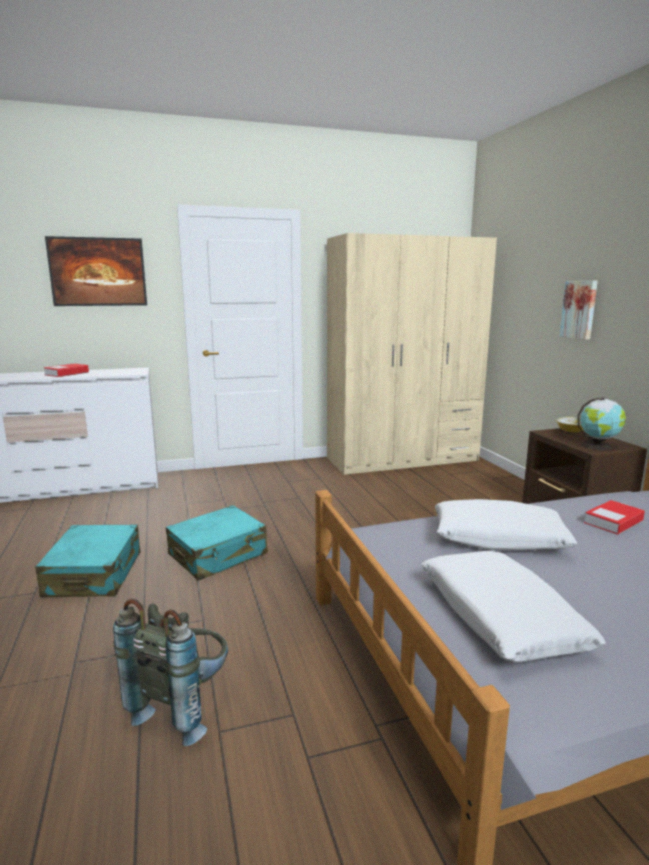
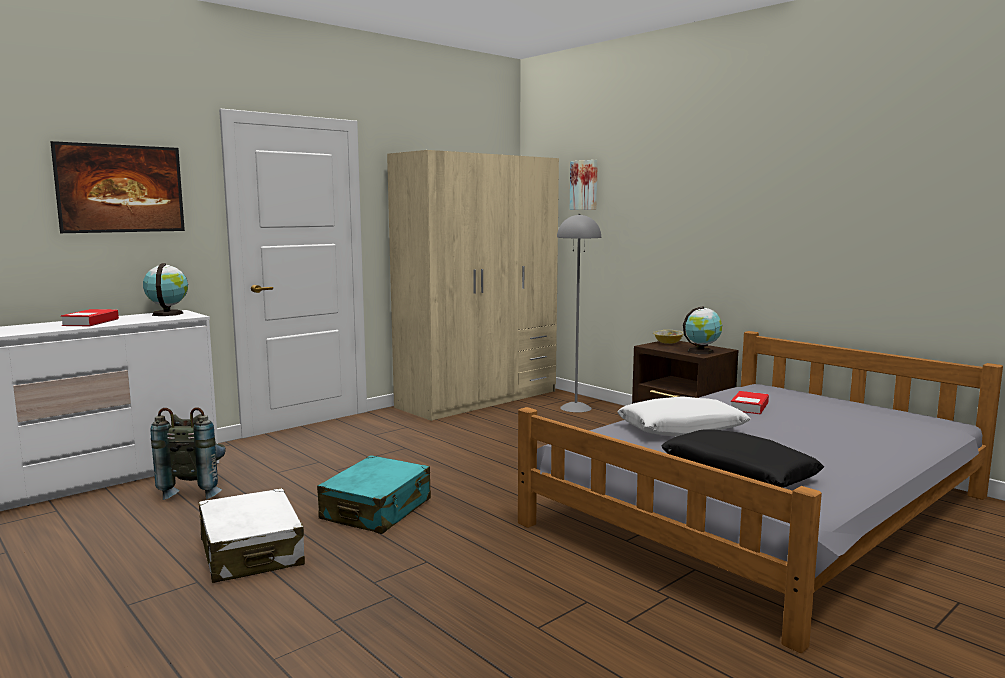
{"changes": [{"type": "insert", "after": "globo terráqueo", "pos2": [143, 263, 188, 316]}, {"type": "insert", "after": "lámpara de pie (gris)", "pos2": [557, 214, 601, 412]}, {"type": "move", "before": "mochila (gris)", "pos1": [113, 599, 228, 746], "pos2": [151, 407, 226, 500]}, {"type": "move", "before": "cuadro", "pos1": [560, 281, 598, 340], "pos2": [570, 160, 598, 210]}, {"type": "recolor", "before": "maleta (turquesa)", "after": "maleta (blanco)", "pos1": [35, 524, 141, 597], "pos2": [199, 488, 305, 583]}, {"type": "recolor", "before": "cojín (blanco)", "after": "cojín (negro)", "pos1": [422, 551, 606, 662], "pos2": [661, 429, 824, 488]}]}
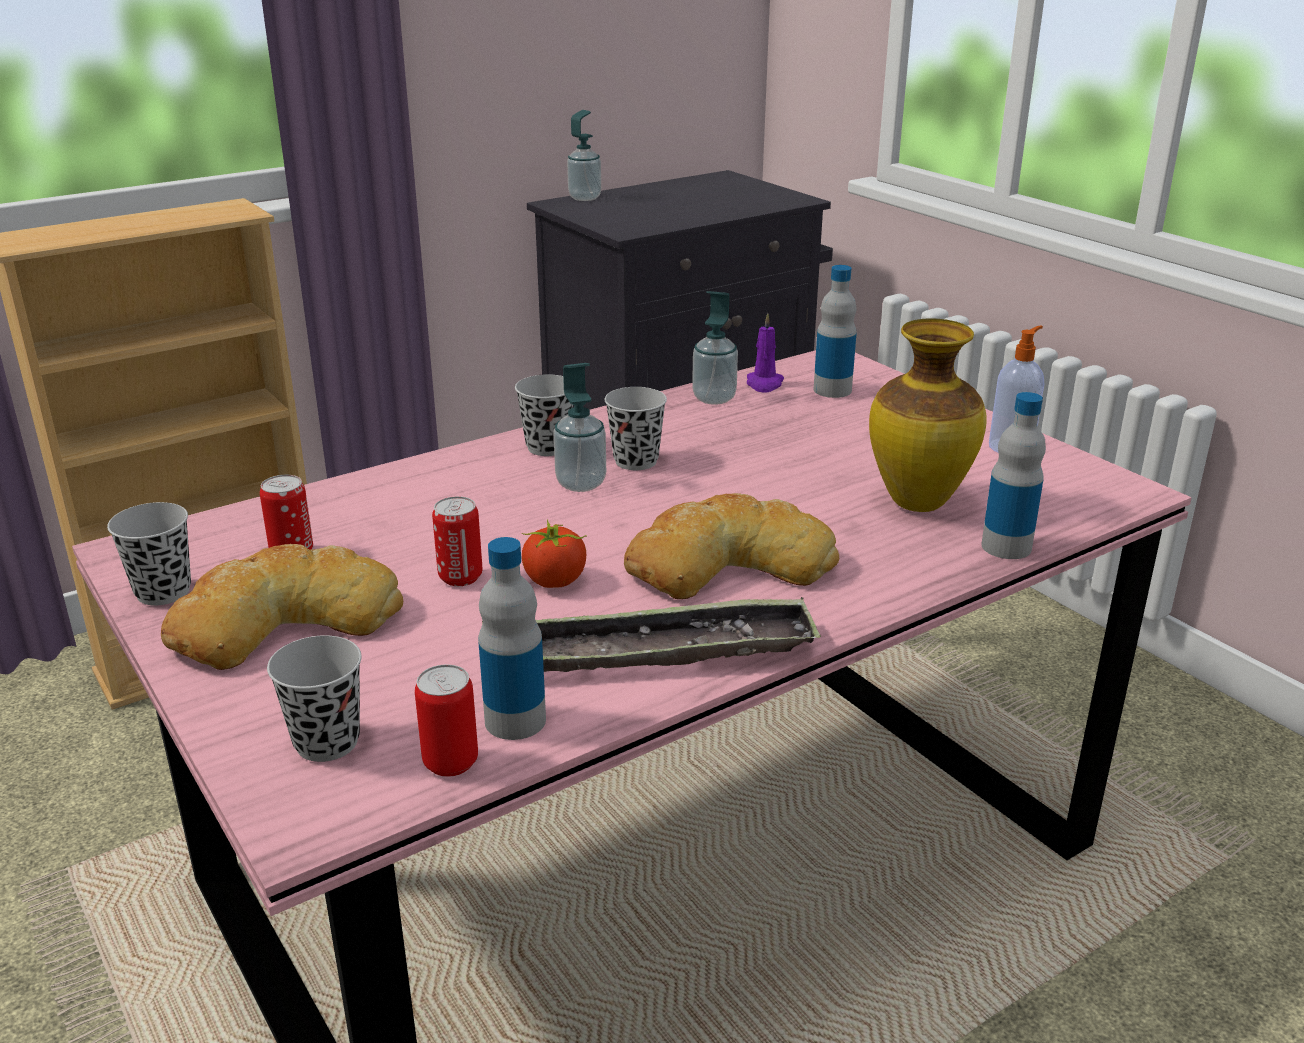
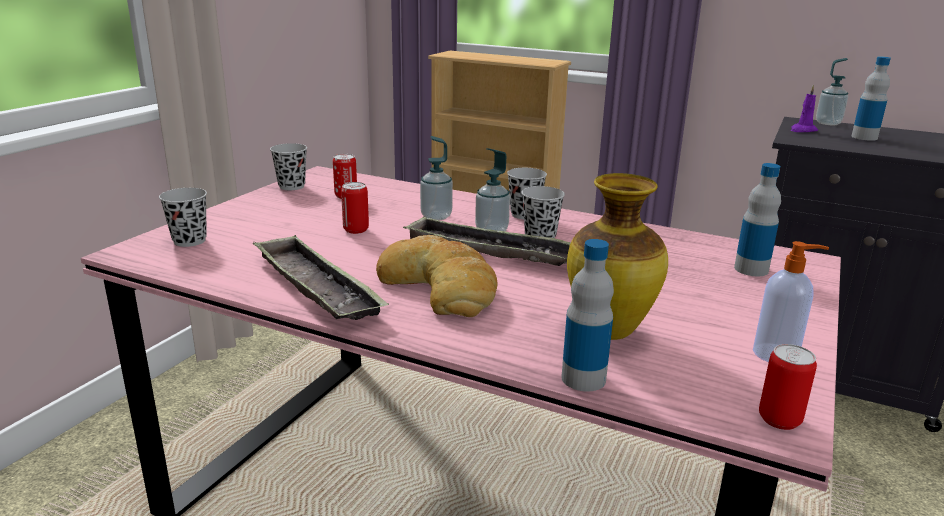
{"changes": [{"type": "delete", "before": "pan", "pos1": [161, 544, 403, 670]}, {"type": "delete", "before": "tomate", "pos1": [522, 519, 587, 588]}, {"type": "insert", "after": "bandeja", "pos2": [403, 216, 571, 266]}, {"type": "move", "before": "lata", "pos1": [415, 665, 478, 777], "pos2": [759, 344, 817, 430]}, {"type": "move", "before": "botella", "pos1": [478, 537, 546, 740], "pos2": [851, 57, 891, 141]}, {"type": "move", "before": "dispensador de jabón", "pos1": [692, 291, 738, 405], "pos2": [420, 136, 453, 220]}, {"type": "move", "before": "vela (morado)", "pos1": [747, 313, 784, 393], "pos2": [791, 85, 818, 132]}]}
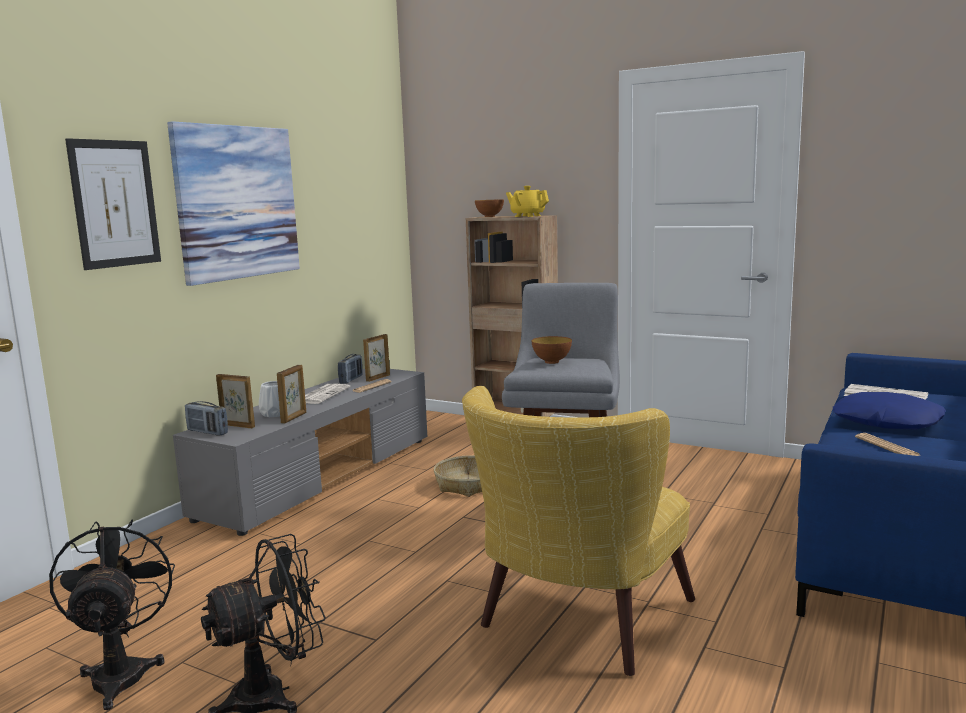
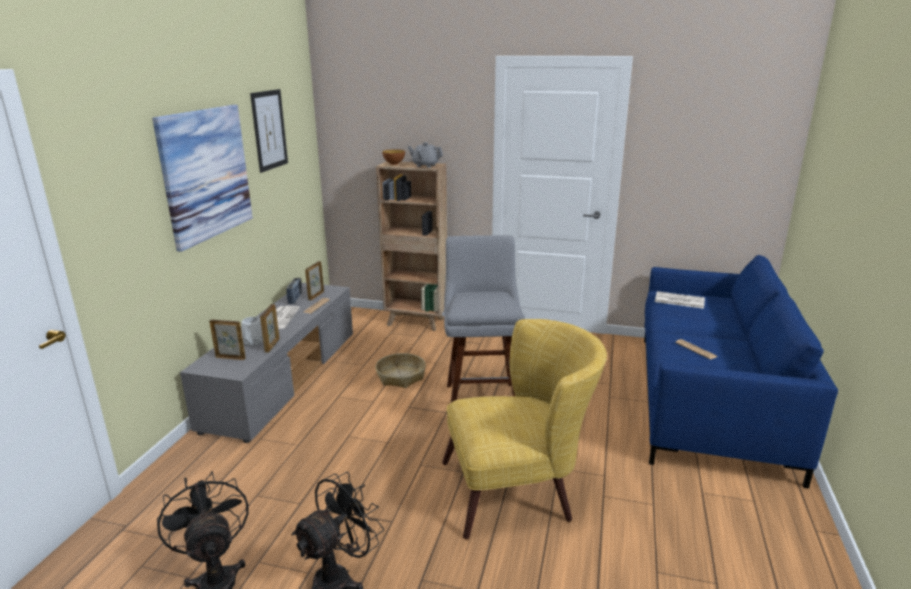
{"changes": [{"type": "delete", "before": "radio", "pos1": [185, 401, 228, 435]}, {"type": "delete", "before": "cuenco", "pos1": [532, 336, 572, 364]}, {"type": "delete", "before": "cojín (azul)", "pos1": [833, 392, 946, 430]}, {"type": "move", "before": "cuadro", "pos1": [65, 138, 161, 270], "pos2": [250, 89, 288, 173]}, {"type": "recolor", "before": "tetera (amarillo)", "after": "tetera (gris)", "pos1": [506, 186, 549, 217], "pos2": [408, 142, 443, 168]}, {"type": "rotate", "before": "sillón (amarillo)", "pos1": [462, 386, 695, 676], "pos2": [442, 319, 607, 539], "turn": -120}]}
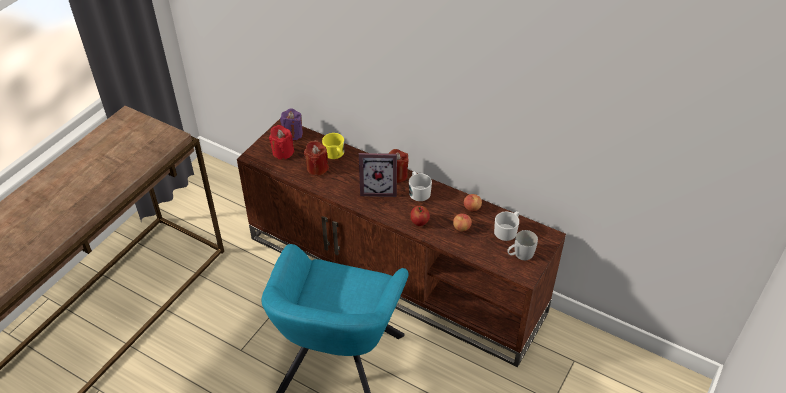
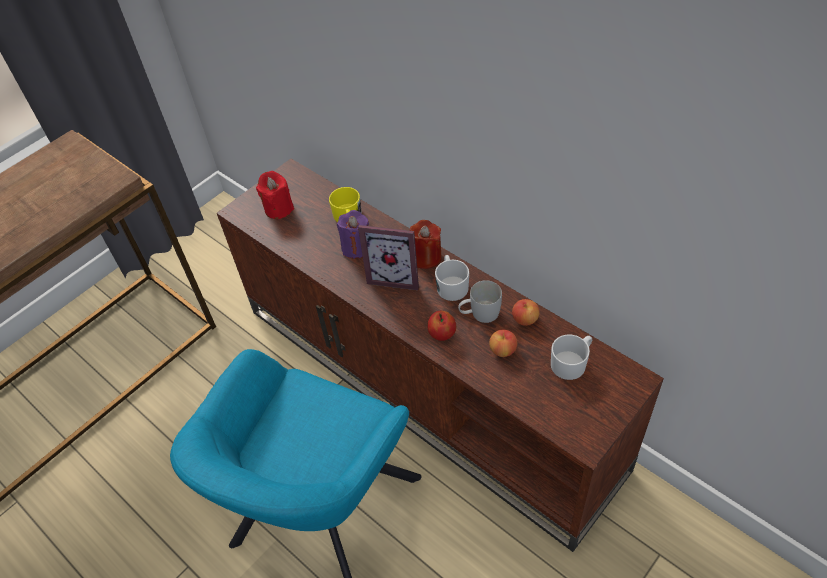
{"changes": [{"type": "delete", "before": "vela (rojo)", "pos1": [304, 140, 329, 176]}, {"type": "move", "before": "vela (morado)", "pos1": [280, 108, 303, 141], "pos2": [337, 210, 369, 259]}, {"type": "move", "before": "taza grande (blanco)", "pos1": [507, 230, 538, 260], "pos2": [458, 280, 502, 323]}]}
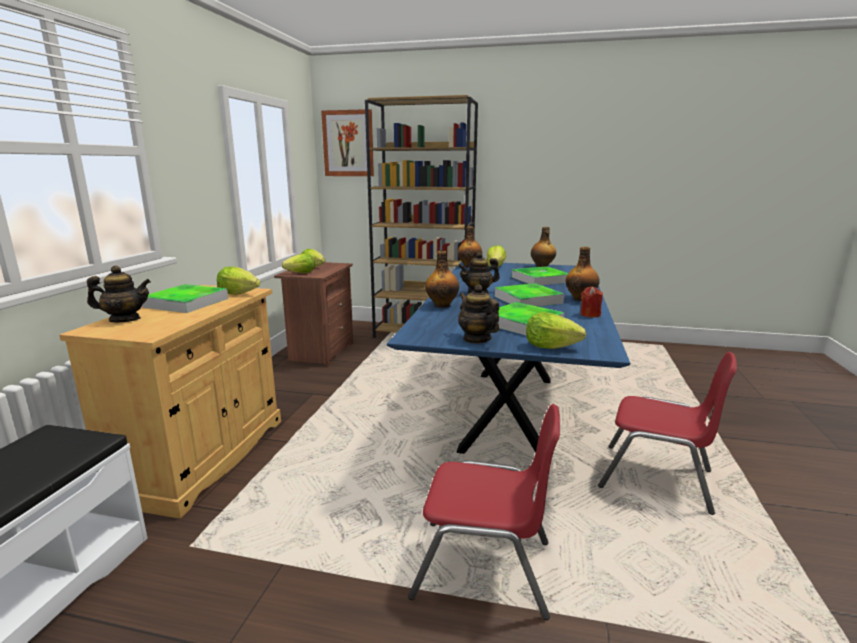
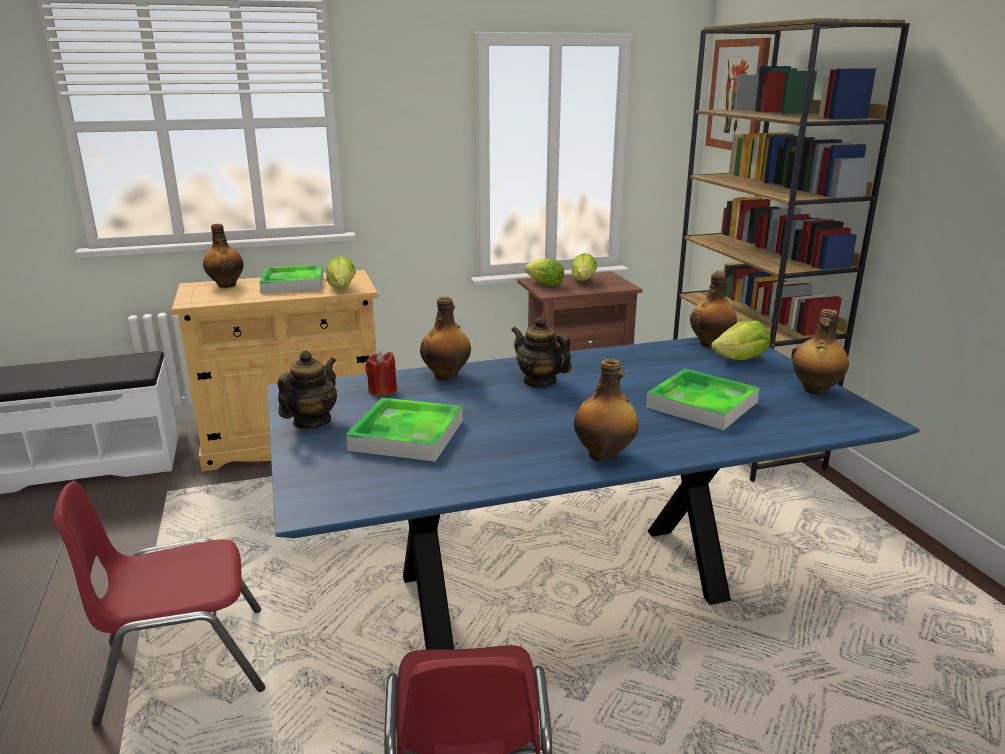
{"changes": [{"type": "delete", "before": "bandeja", "pos1": [495, 283, 564, 307]}, {"type": "delete", "before": "lechuga", "pos1": [526, 312, 586, 349]}, {"type": "move", "before": "vela (rojo)", "pos1": [580, 287, 603, 317], "pos2": [365, 351, 397, 396]}, {"type": "replace", "before": "tetera", "after": "botella", "pos1": [87, 265, 151, 323], "pos2": [203, 224, 244, 288]}, {"type": "rotate", "before": "silla (rojo)", "pos1": [408, 404, 560, 620], "pos2": [53, 481, 265, 726], "turn": 90}]}
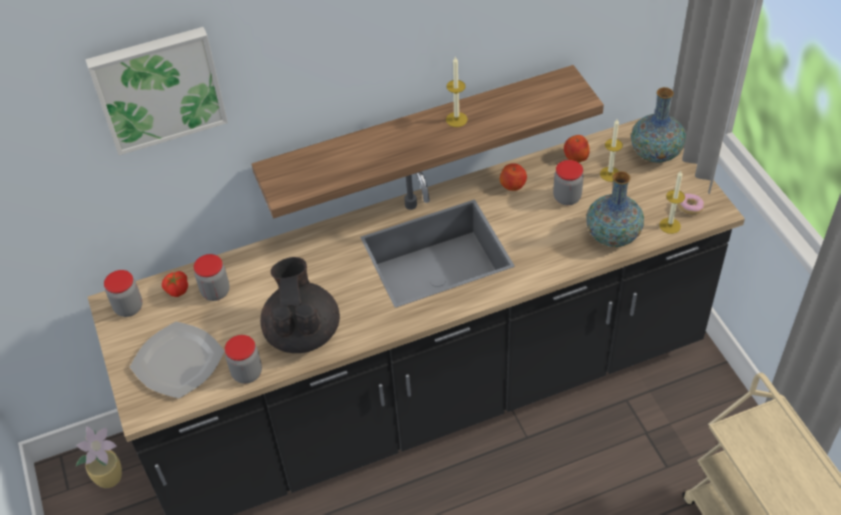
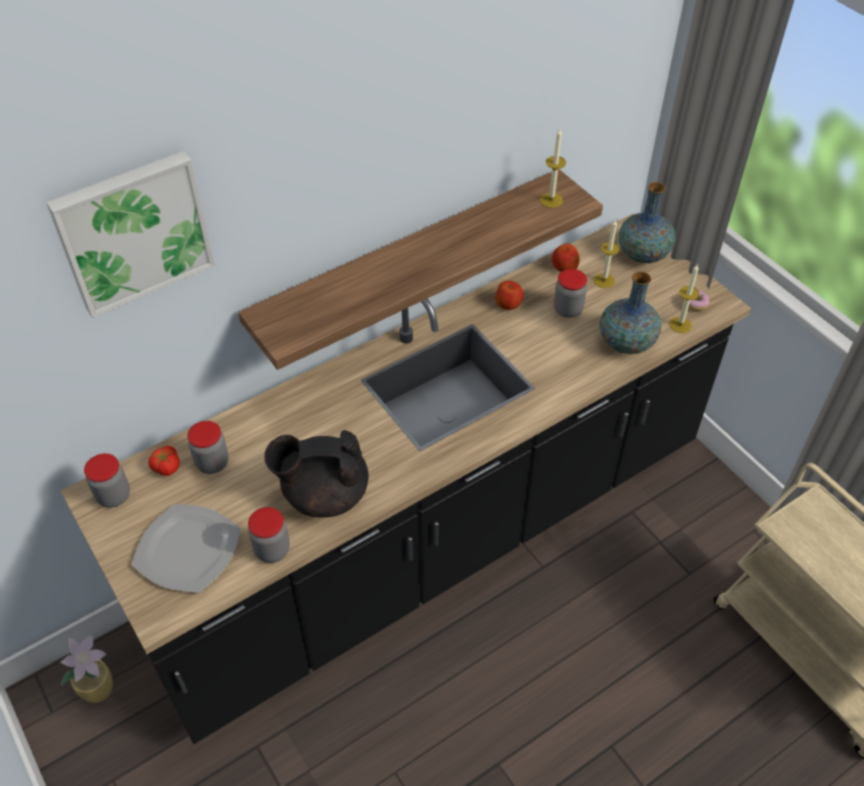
{"changes": [{"type": "move", "before": "vela", "pos1": [446, 57, 468, 127], "pos2": [540, 129, 566, 208]}, {"type": "rotate", "before": "tetera (negro)", "pos1": [260, 257, 340, 353], "pos2": [264, 430, 369, 517], "turn": -75}]}
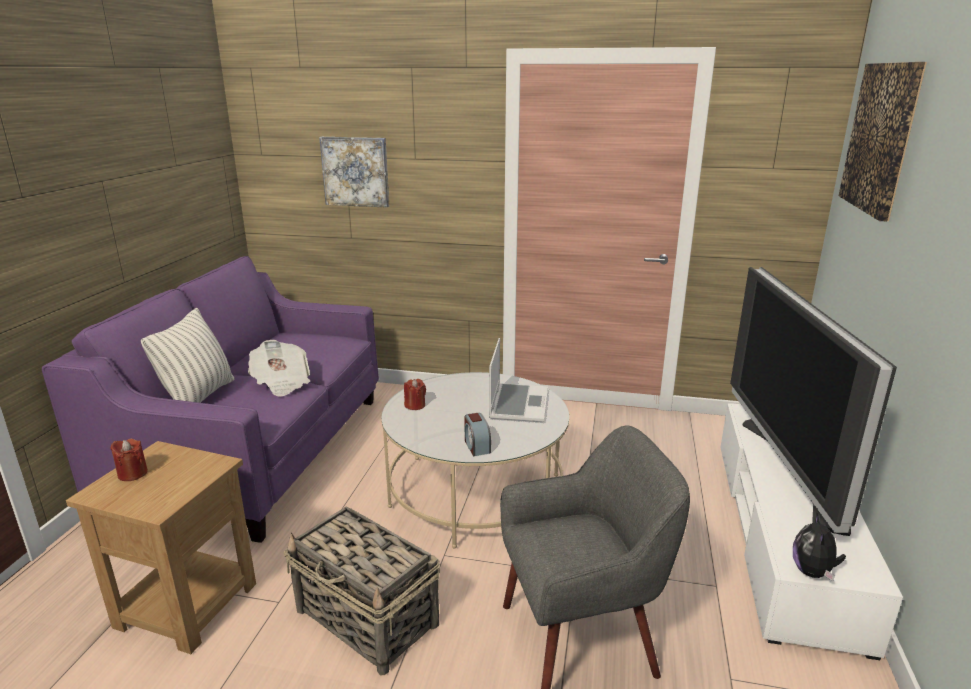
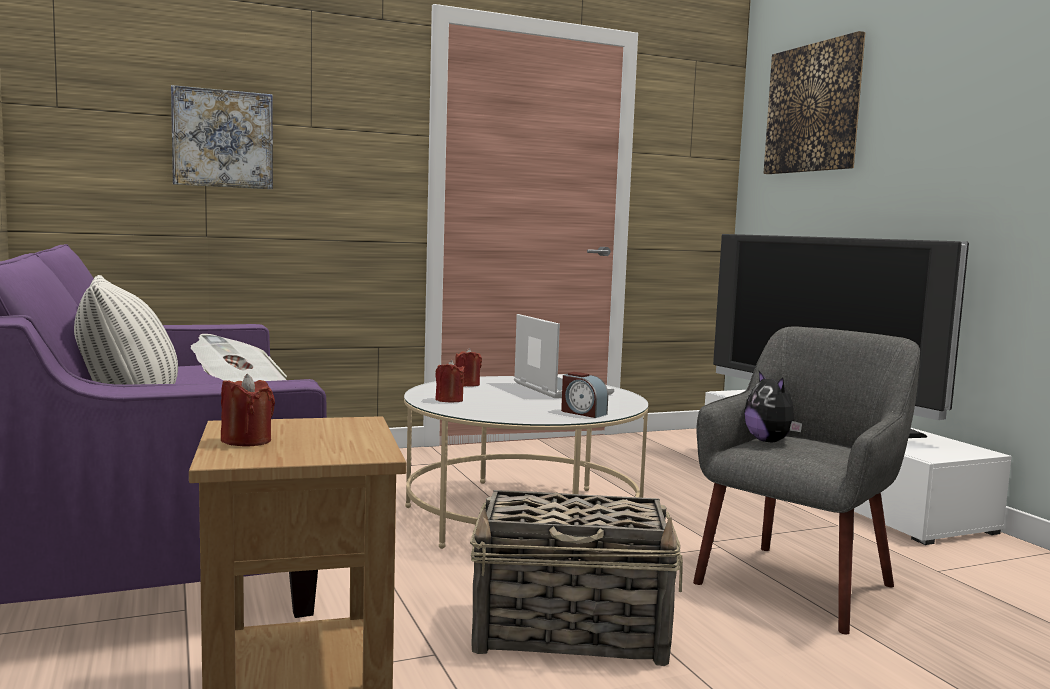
{"changes": [{"type": "insert", "after": "vela (rojo)", "pos2": [455, 348, 482, 386]}, {"type": "move", "before": "peluche", "pos1": [793, 512, 846, 581], "pos2": [744, 371, 802, 442]}]}
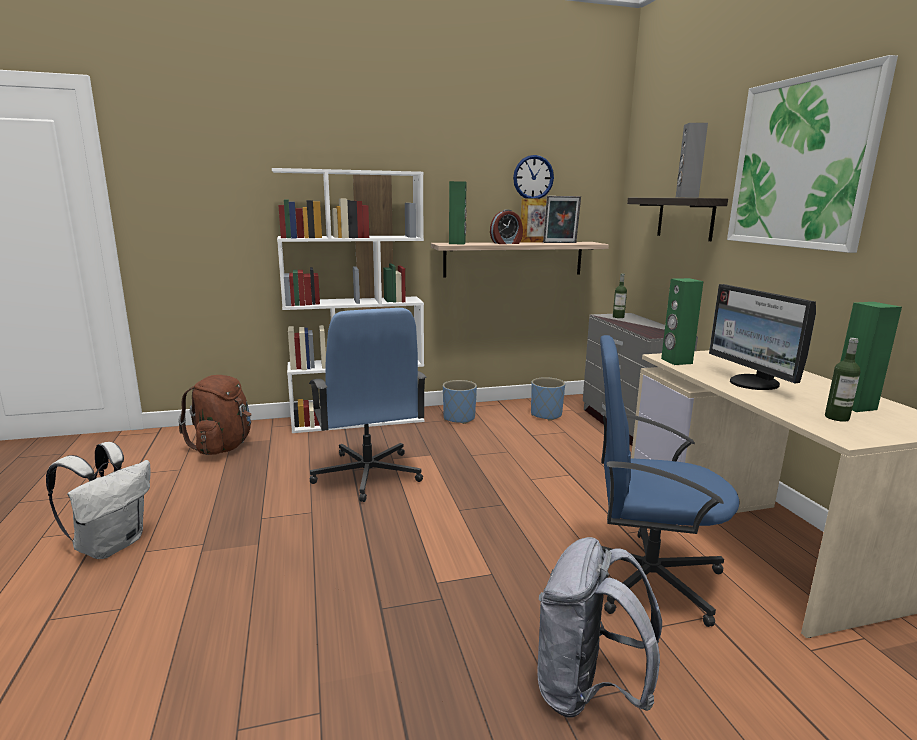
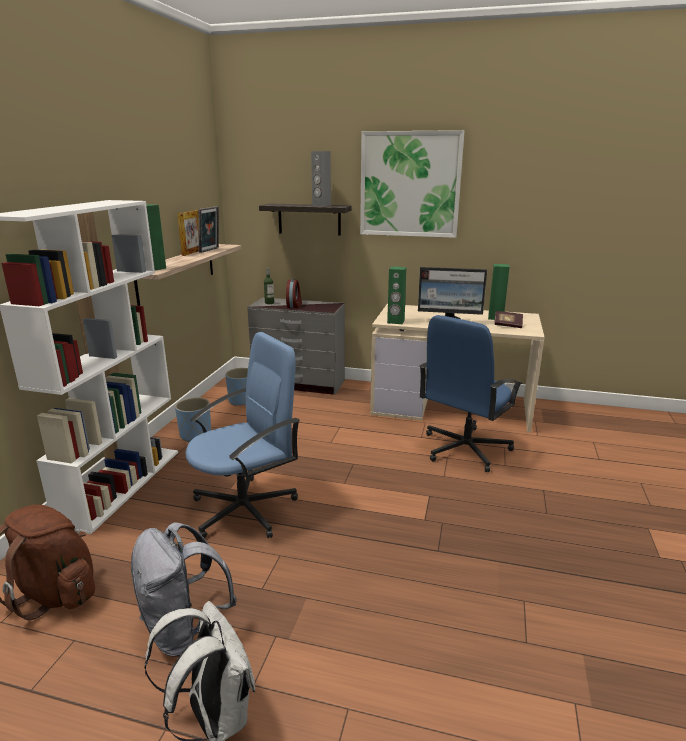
{"changes": [{"type": "delete", "before": "reloj de pared", "pos1": [513, 155, 554, 199]}, {"type": "move", "before": "despertador", "pos1": [490, 209, 523, 244], "pos2": [286, 279, 302, 308]}, {"type": "move", "before": "mochila (gris)", "pos1": [538, 537, 662, 717], "pos2": [131, 522, 237, 657]}, {"type": "replace", "before": "botella", "after": "libro", "pos1": [825, 338, 861, 422], "pos2": [494, 311, 523, 328]}, {"type": "rotate", "before": "silla de oficina (azul)", "pos1": [309, 308, 426, 502], "pos2": [185, 332, 300, 538], "turn": -45}]}
